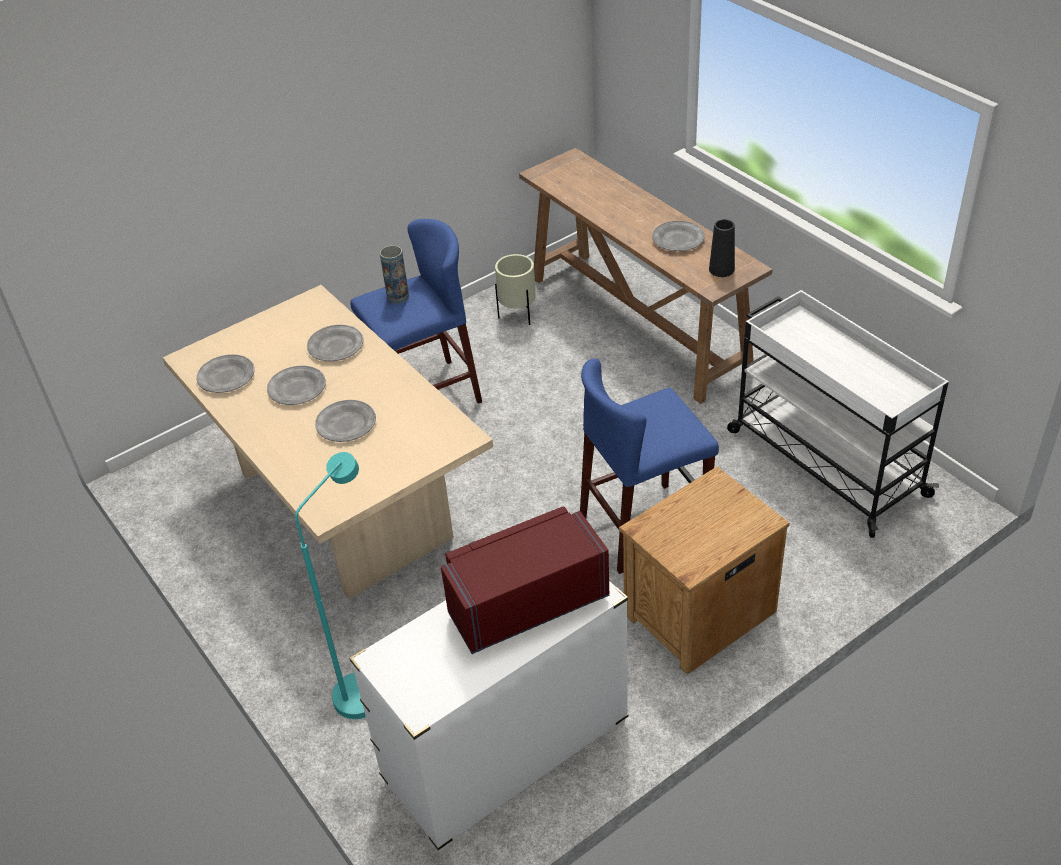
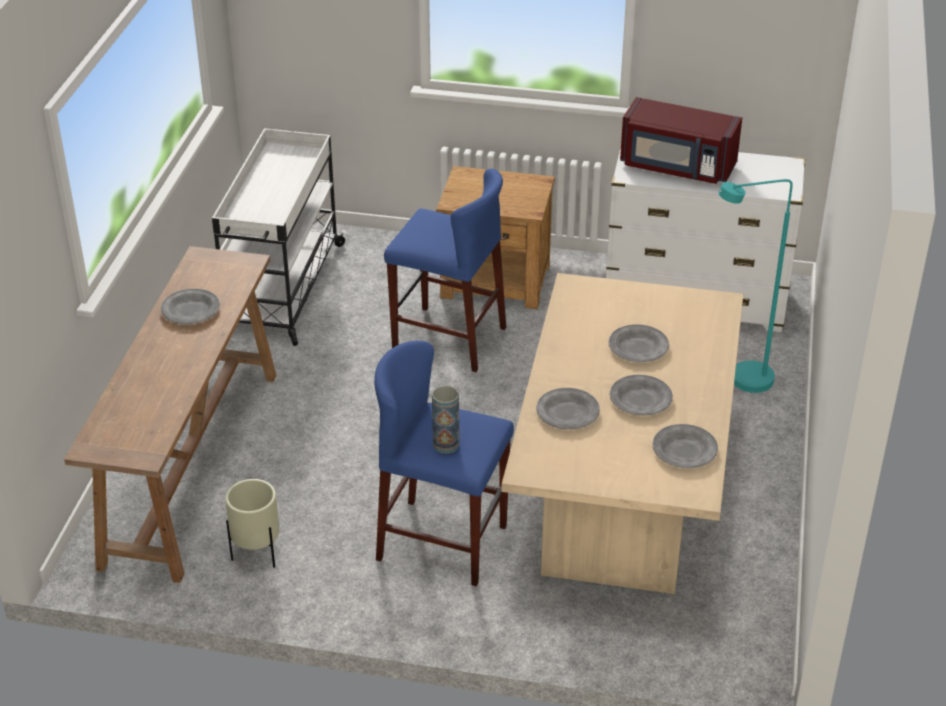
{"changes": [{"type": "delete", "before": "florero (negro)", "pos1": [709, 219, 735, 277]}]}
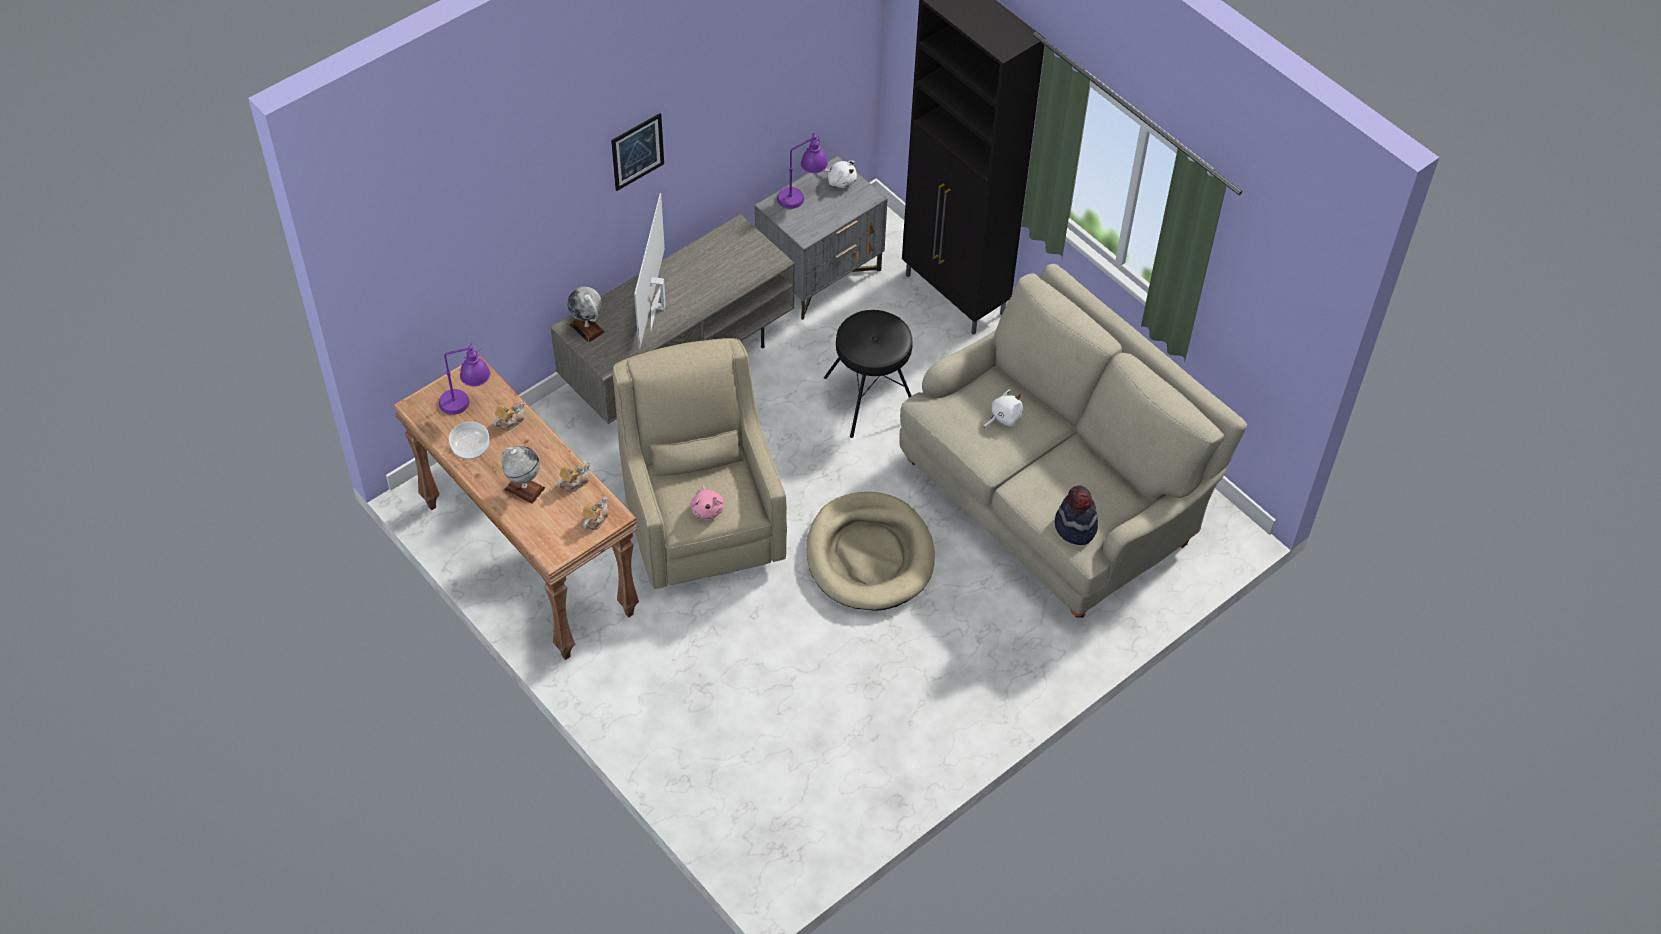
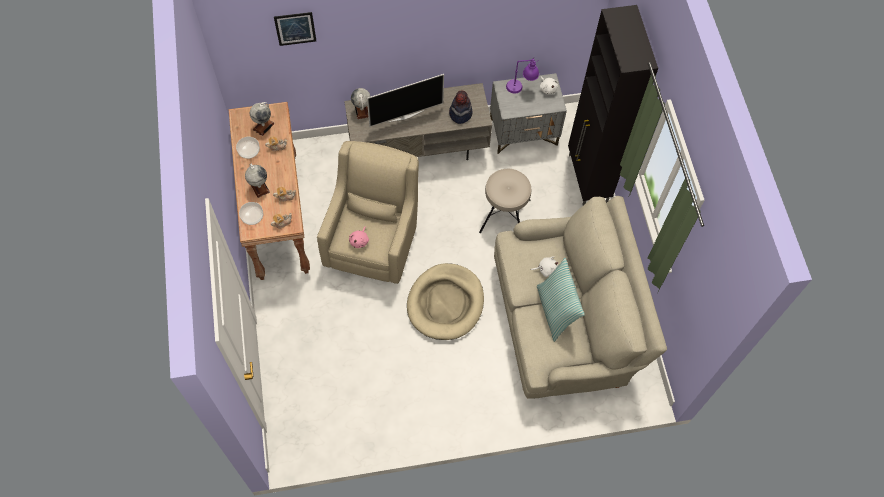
{"changes": [{"type": "insert", "after": "cuenco", "pos2": [239, 202, 263, 225]}, {"type": "insert", "after": "cojín", "pos2": [537, 258, 585, 342]}, {"type": "move", "before": "cuadro", "pos1": [611, 113, 664, 191], "pos2": [274, 12, 316, 46]}, {"type": "move", "before": "sombrero", "pos1": [1055, 485, 1098, 545], "pos2": [449, 90, 473, 124]}, {"type": "replace", "before": "lámpara de mesa (morado)", "after": "globo terráqueo", "pos1": [439, 343, 490, 415], "pos2": [250, 102, 275, 136]}, {"type": "recolor", "before": "taburete (negro)", "after": "taburete (beis)", "pos1": [824, 310, 913, 438], "pos2": [479, 169, 531, 233]}, {"type": "rotate", "before": "televisor", "pos1": [634, 193, 666, 349], "pos2": [367, 74, 444, 127], "turn": -150}]}
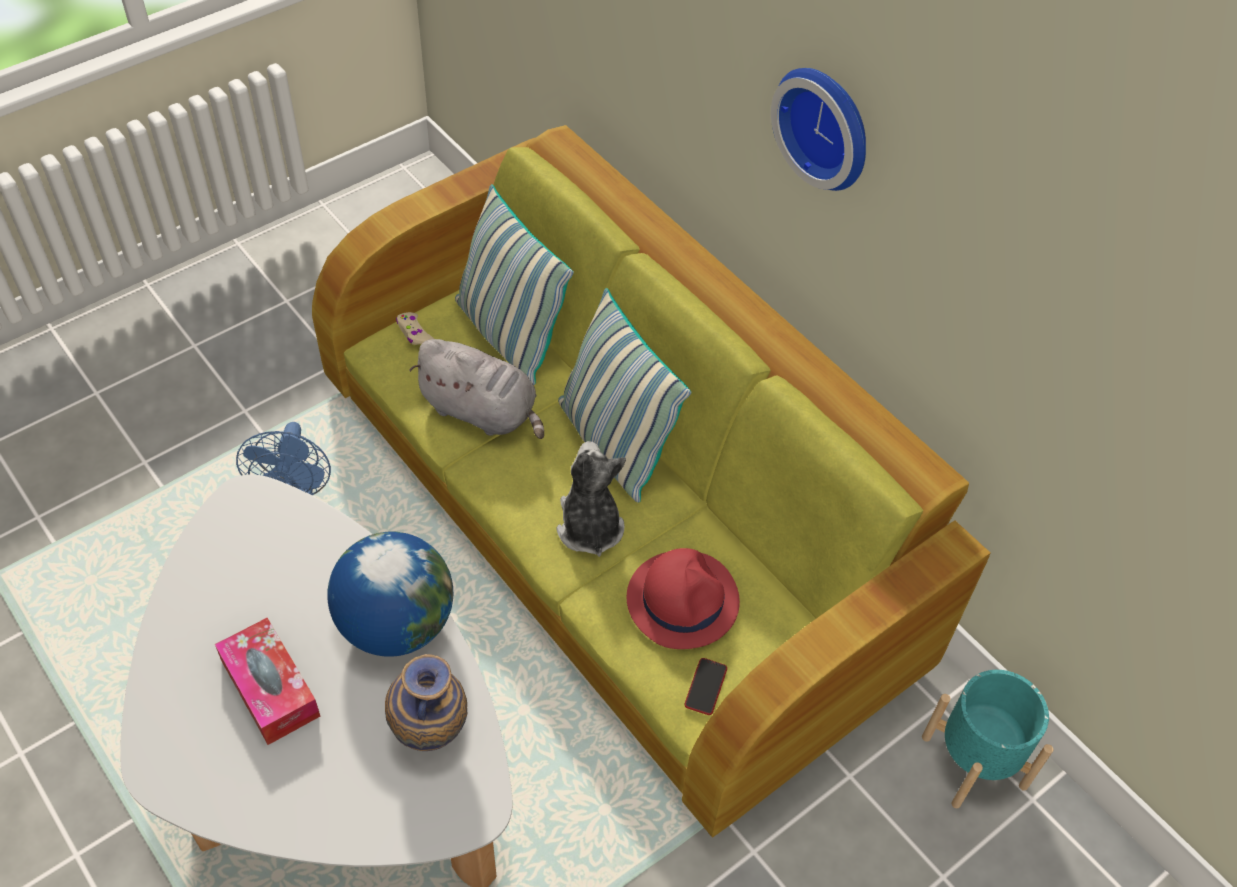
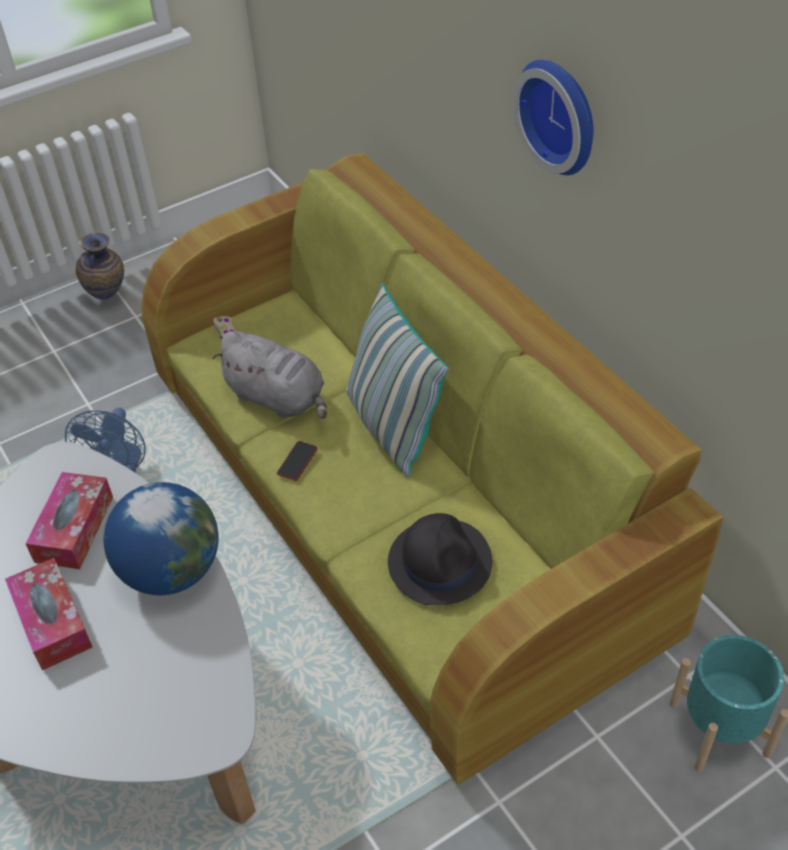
{"changes": [{"type": "delete", "before": "cojín", "pos1": [455, 184, 574, 385]}, {"type": "delete", "before": "peluche", "pos1": [557, 441, 626, 557]}, {"type": "insert", "after": "caja de pañuelos", "pos2": [25, 472, 113, 569]}, {"type": "move", "before": "florero", "pos1": [385, 654, 467, 751], "pos2": [76, 232, 124, 300]}, {"type": "move", "before": "móvil", "pos1": [684, 658, 727, 715], "pos2": [277, 441, 318, 481]}, {"type": "recolor", "before": "sombrero (rojo)", "after": "sombrero (negro)", "pos1": [627, 548, 740, 649], "pos2": [388, 513, 492, 605]}]}
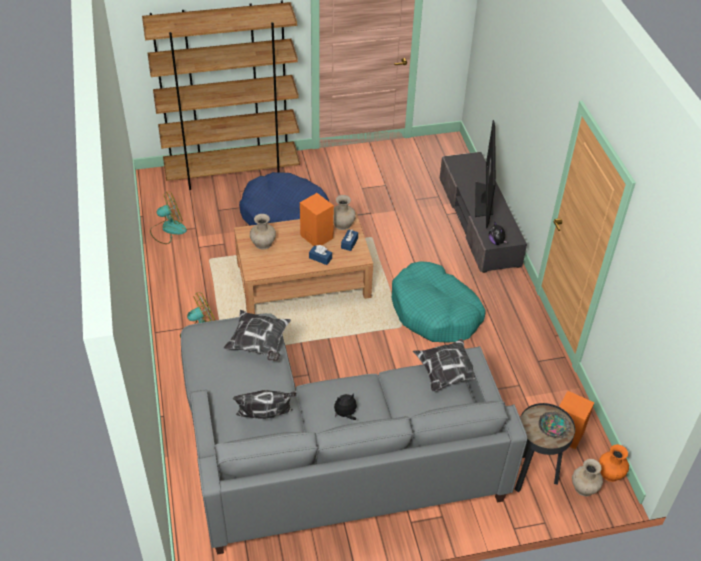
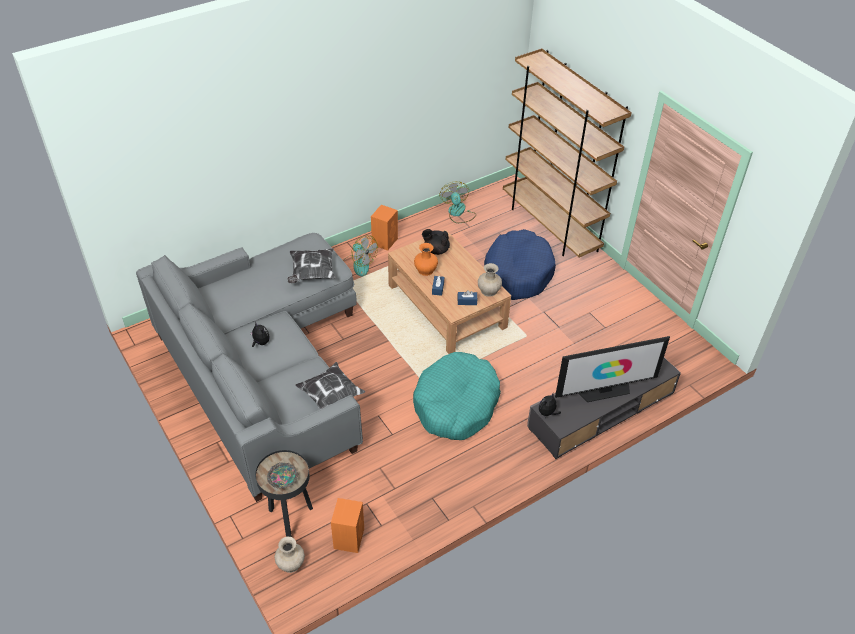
{"changes": [{"type": "delete", "before": "cojín", "pos1": [233, 390, 297, 419]}, {"type": "move", "before": "altavoz (naranja)", "pos1": [300, 193, 334, 246], "pos2": [371, 205, 398, 251]}, {"type": "move", "before": "florero (naranja)", "pos1": [599, 444, 629, 482], "pos2": [414, 243, 438, 276]}, {"type": "replace", "before": "florero (beis)", "after": "tetera (negro)", "pos1": [250, 214, 276, 249], "pos2": [422, 229, 450, 255]}, {"type": "rotate", "before": "ventilador", "pos1": [150, 191, 187, 244], "pos2": [440, 181, 476, 223], "turn": -150}]}
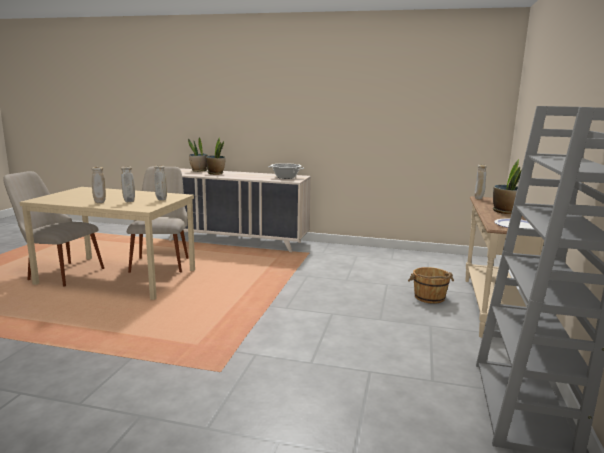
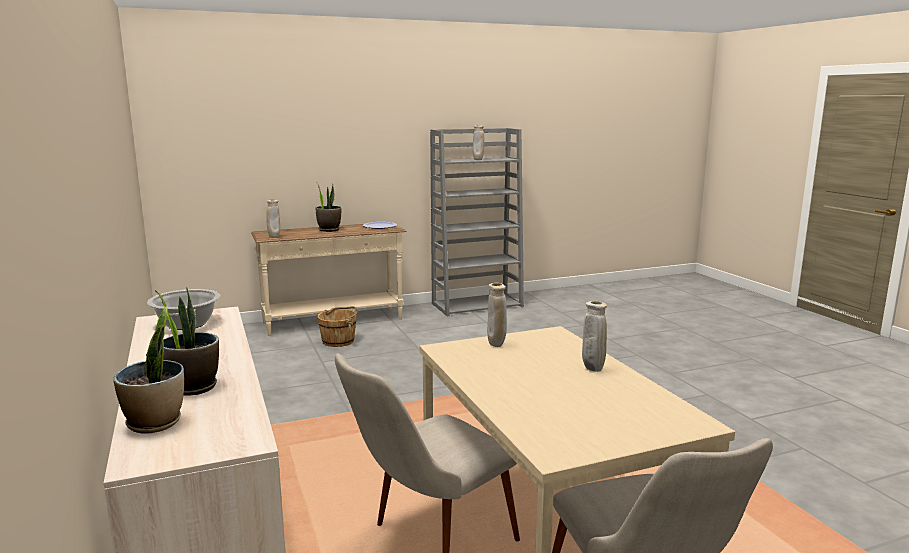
{"changes": [{"type": "move", "before": "florero (beis)", "pos1": [121, 166, 135, 202], "pos2": [473, 125, 484, 160]}]}
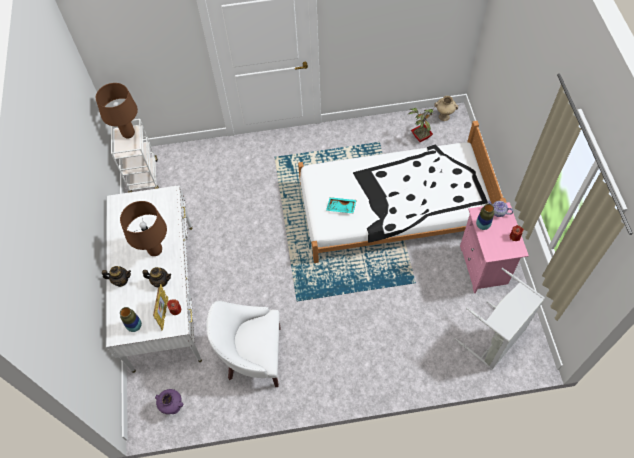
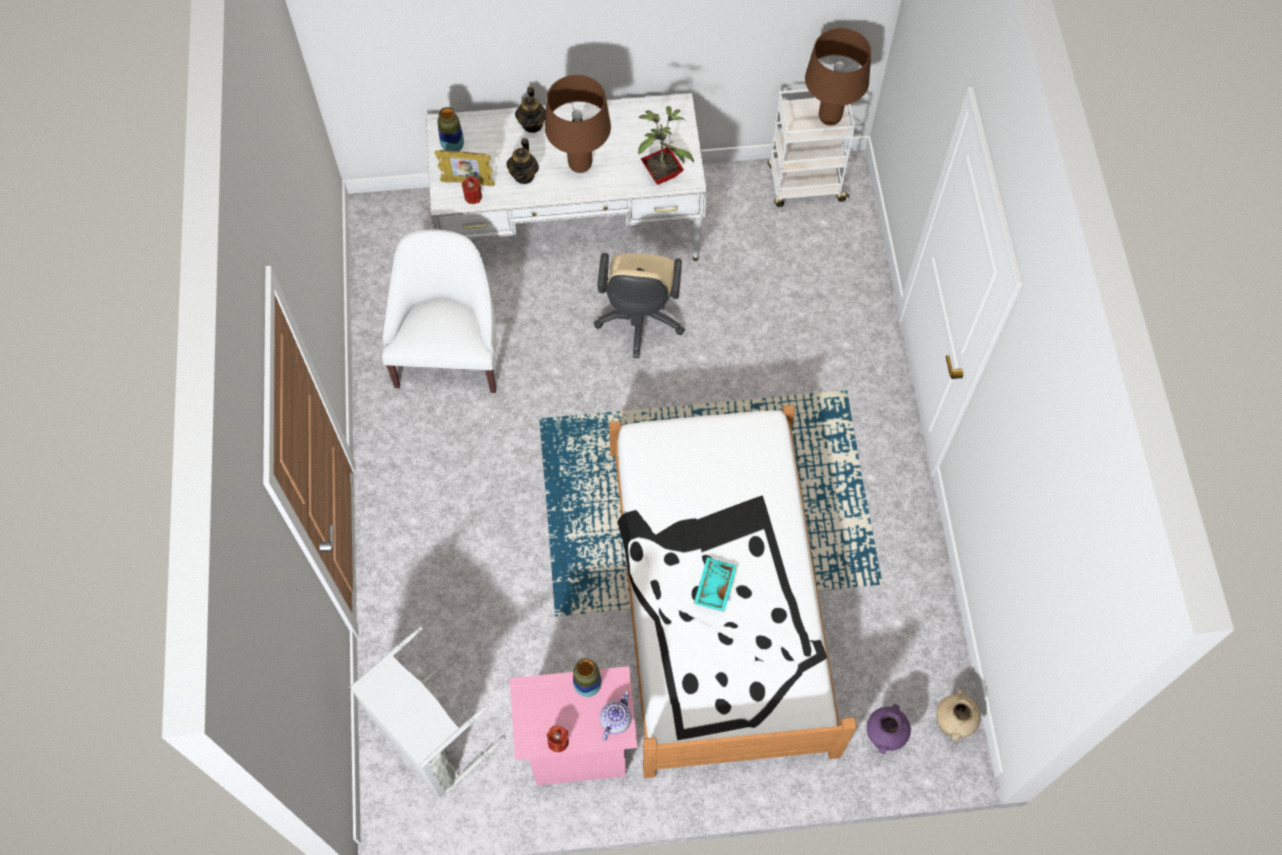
{"changes": [{"type": "insert", "after": "silla de oficina (beis)", "pos2": [594, 253, 685, 358]}, {"type": "move", "before": "florero (morado)", "pos1": [155, 389, 183, 414], "pos2": [867, 704, 911, 754]}, {"type": "move", "before": "bandeja (turquesa)", "pos1": [326, 197, 357, 213], "pos2": [694, 557, 737, 612]}, {"type": "move", "before": "planta en maceta", "pos1": [408, 107, 435, 142], "pos2": [638, 106, 694, 185]}]}
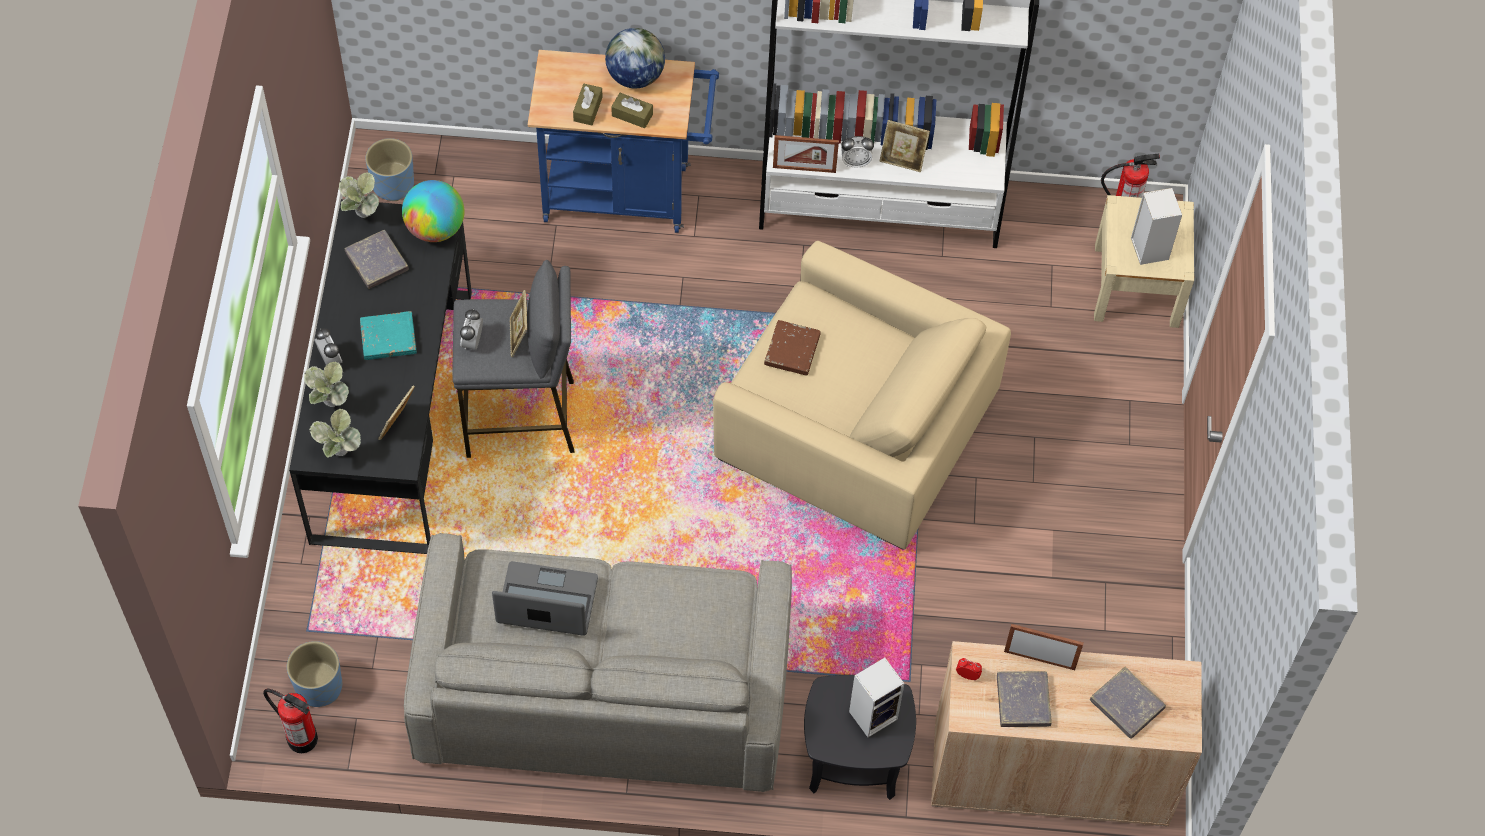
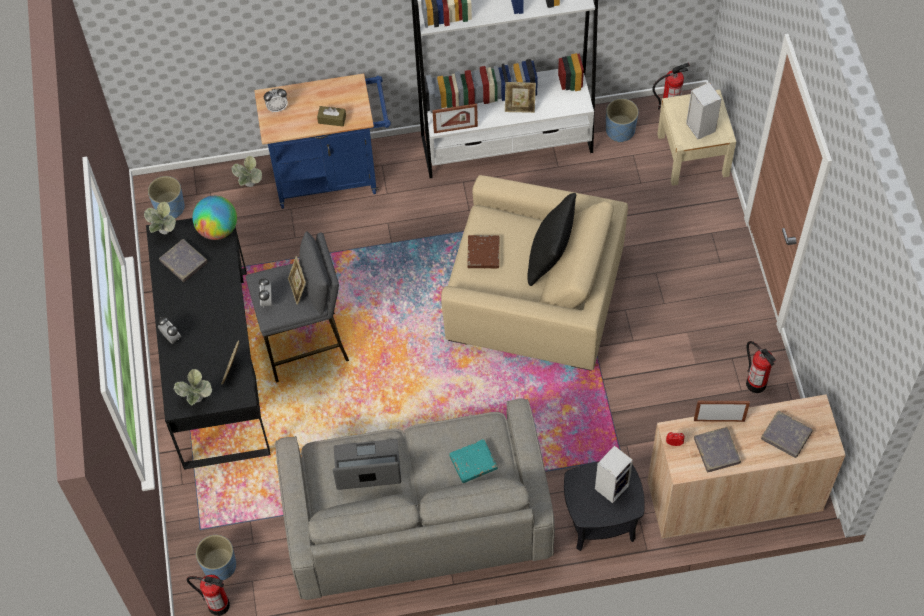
{"changes": [{"type": "delete", "before": "caja de pañuelos (marrón)", "pos1": [573, 84, 603, 125]}, {"type": "delete", "before": "globo terráqueo", "pos1": [605, 28, 665, 88]}, {"type": "insert", "after": "cojín (negro)", "pos2": [527, 193, 576, 286]}, {"type": "insert", "after": "maceta (azul)", "pos2": [606, 98, 639, 143]}, {"type": "insert", "after": "extintor", "pos2": [746, 341, 777, 393]}, {"type": "move", "before": "planta en maceta", "pos1": [304, 362, 349, 407], "pos2": [231, 156, 262, 187]}, {"type": "move", "before": "libro (turquesa)", "pos1": [360, 311, 417, 360], "pos2": [449, 439, 498, 483]}, {"type": "move", "before": "despertador", "pos1": [841, 136, 874, 168], "pos2": [264, 89, 288, 112]}]}
